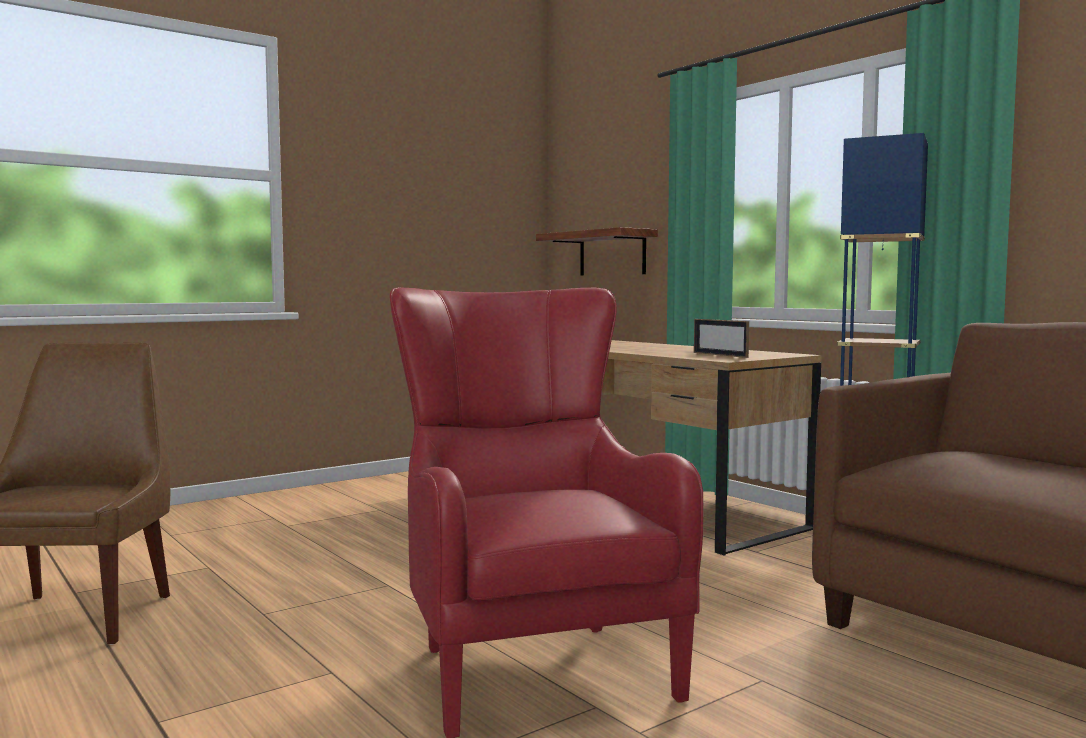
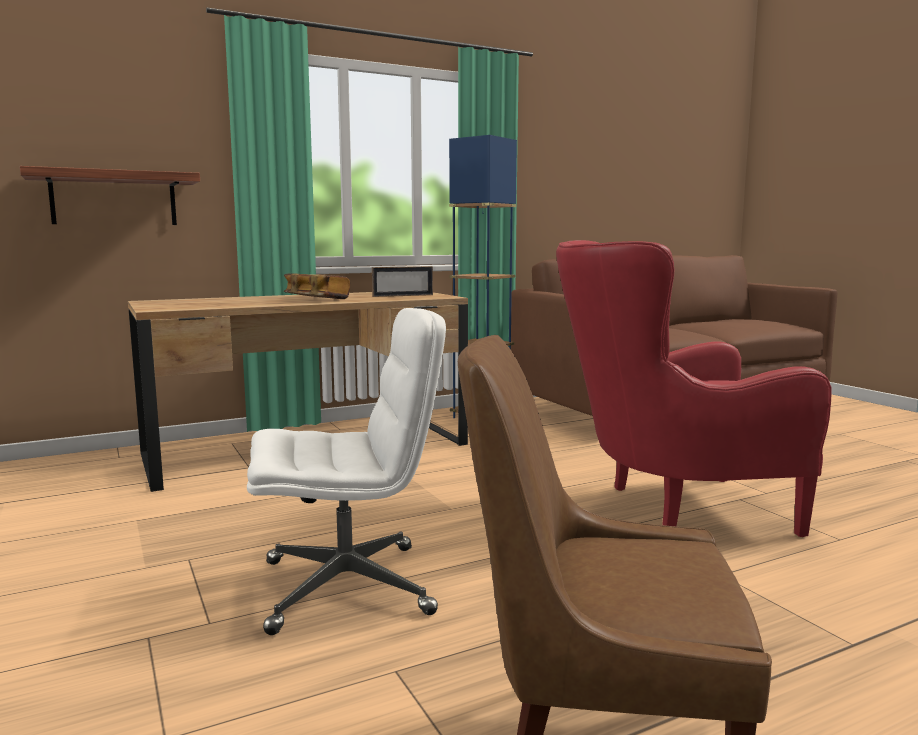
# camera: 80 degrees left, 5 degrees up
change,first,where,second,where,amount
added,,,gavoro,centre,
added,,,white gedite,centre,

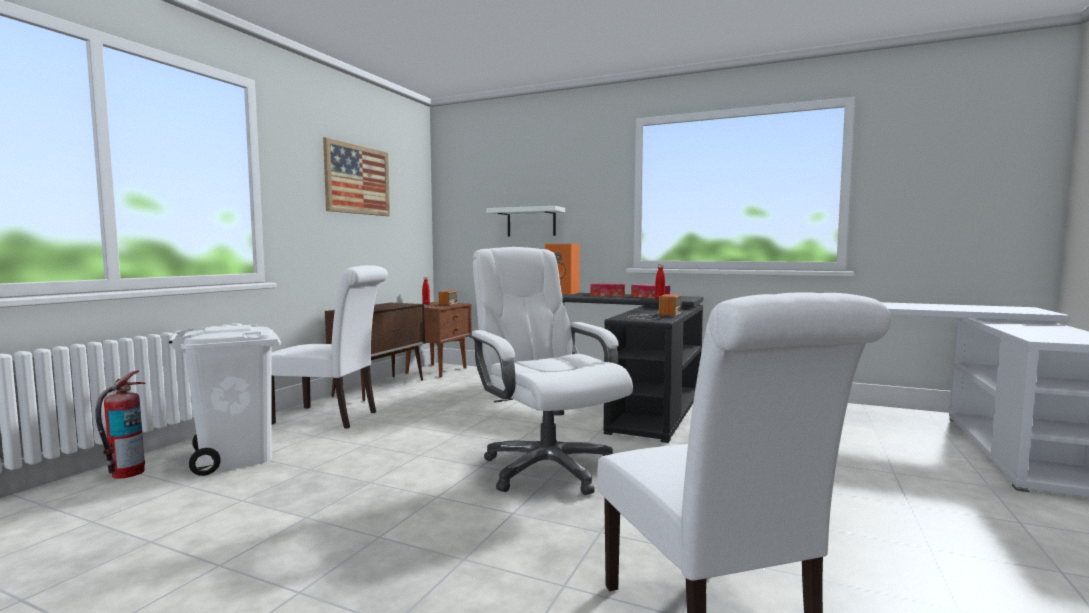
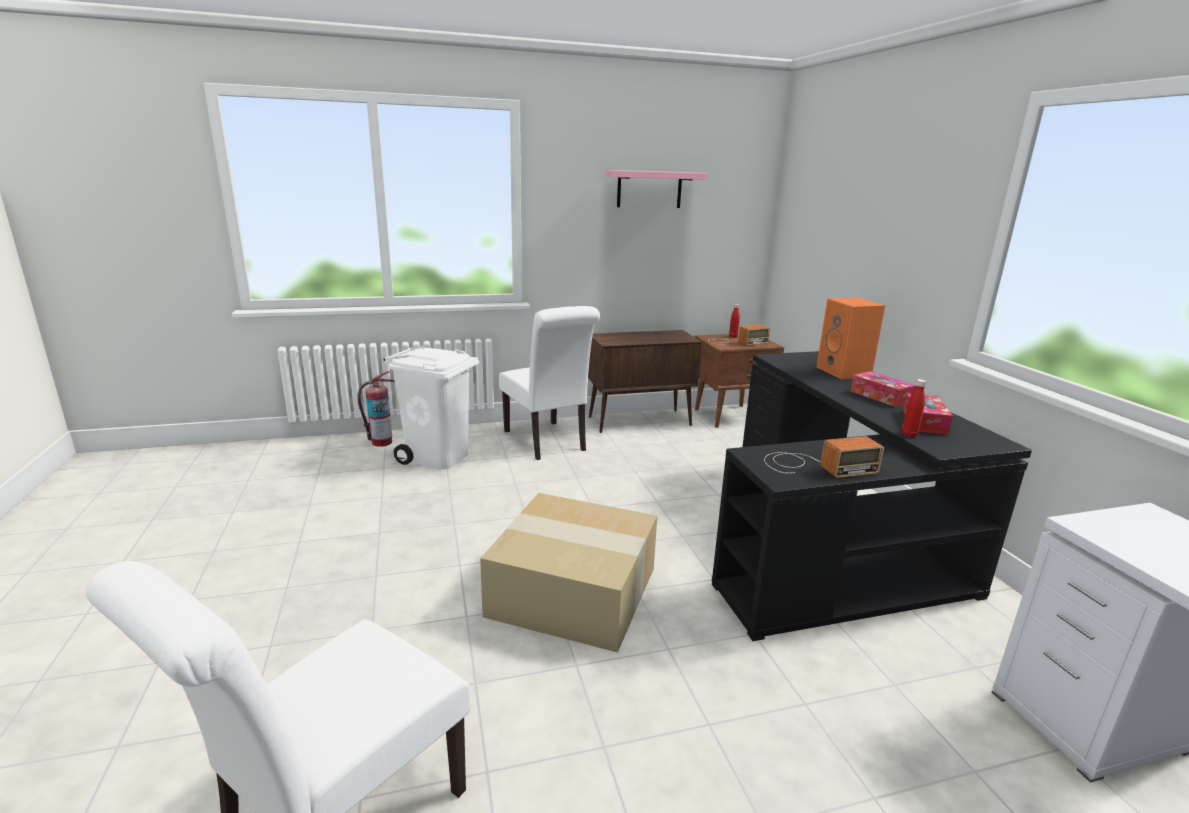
# camera: 50 degrees right, 15 degrees up
change,first,where,second,where,amount
replaced,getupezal,top left,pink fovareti,top centre,
removed,white fovareti,centre,,,
replaced,white gedite,centre,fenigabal,bottom centre,

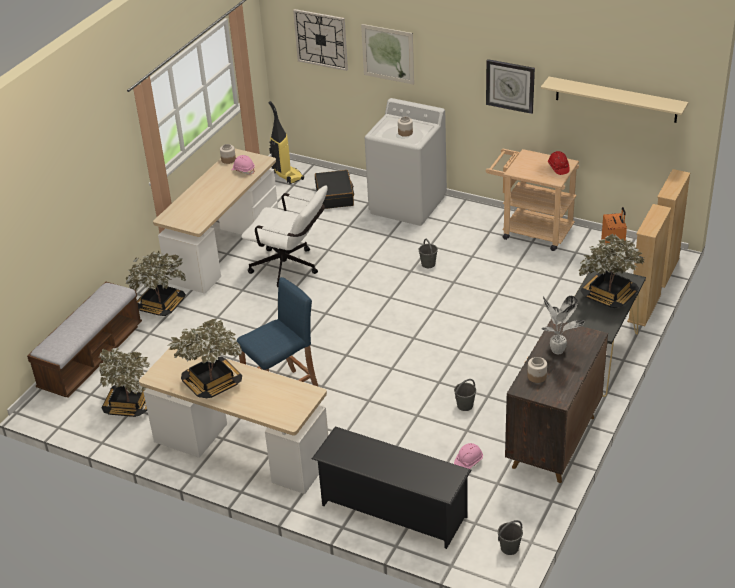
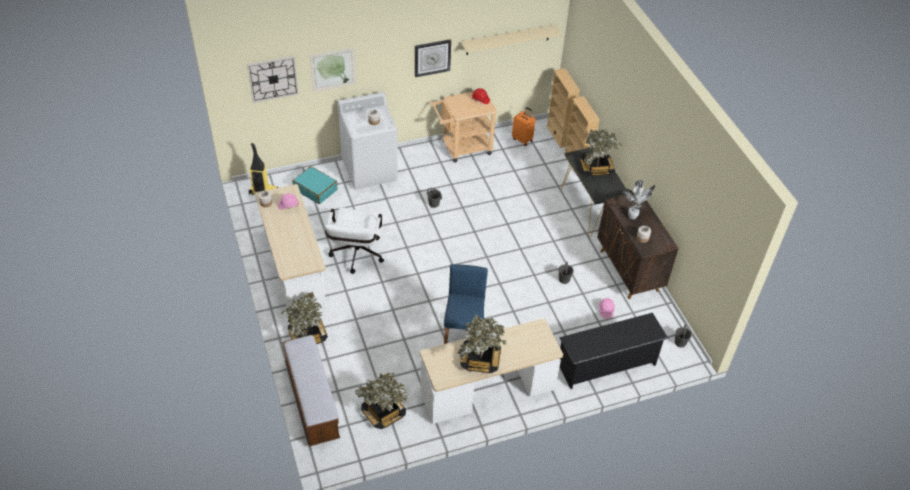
# camera: 50 degrees left, 10 degrees up
change,first,where,second,where,amount
recoloured,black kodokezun,top centre,turquoise kodokezun,centre,
turned,white gedite,centre,,centre,120 degrees clockwise

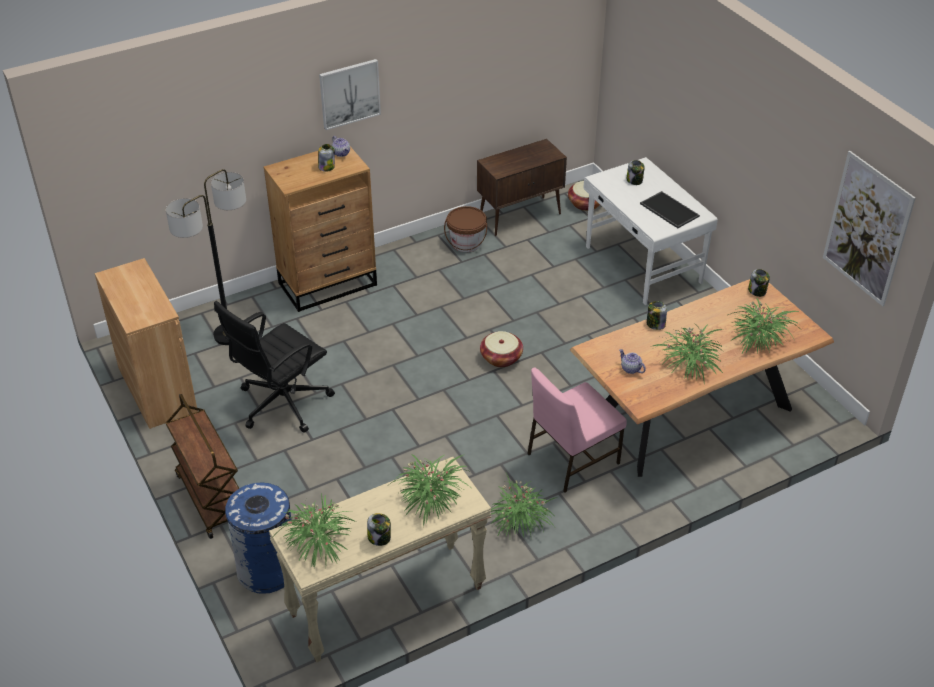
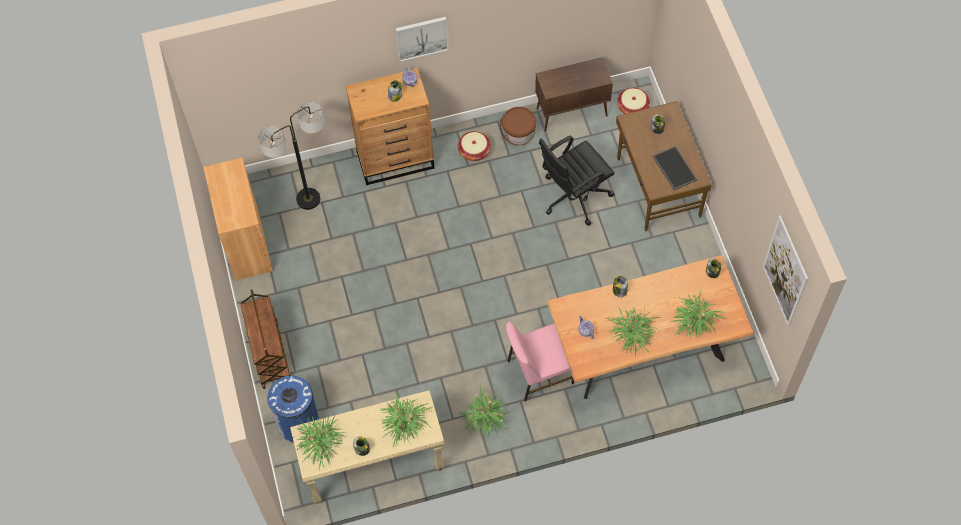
# camera: 15 degrees right, 20 degrees up
change,first,where,second,where,amount
recoloured,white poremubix,middle right,brown poremubix,top right,
moved,black gedite,middle left,,centre,
moved,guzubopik (1st from left),centre,,top centre,

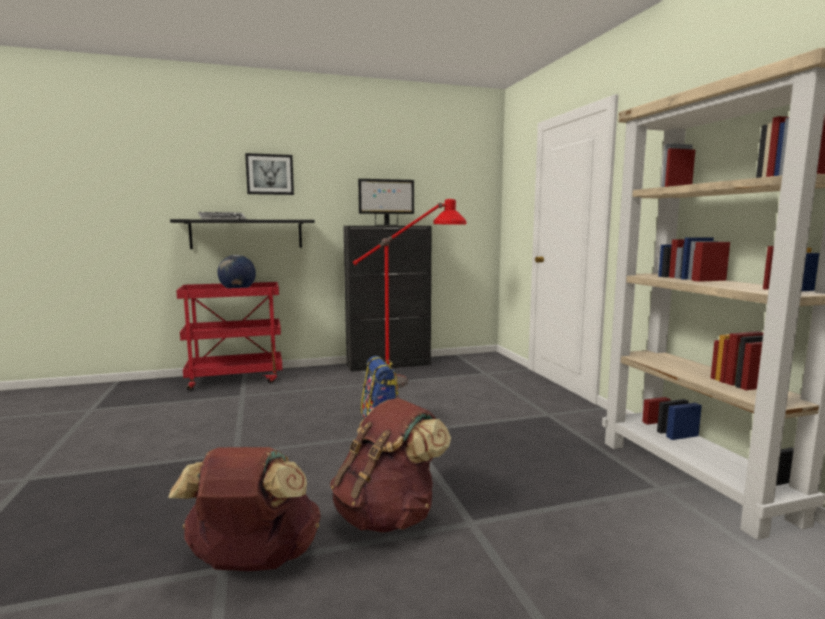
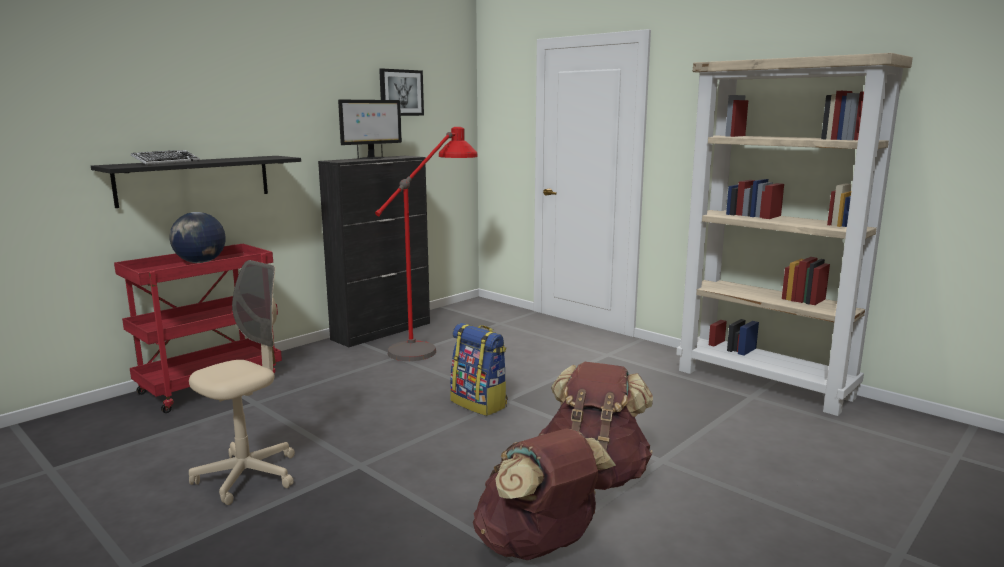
# camera: 30 degrees left, 5 degrees up
change,first,where,second,where,amount
moved,getupezal,top left,,top centre,
added,,,beige gedite,bottom left,

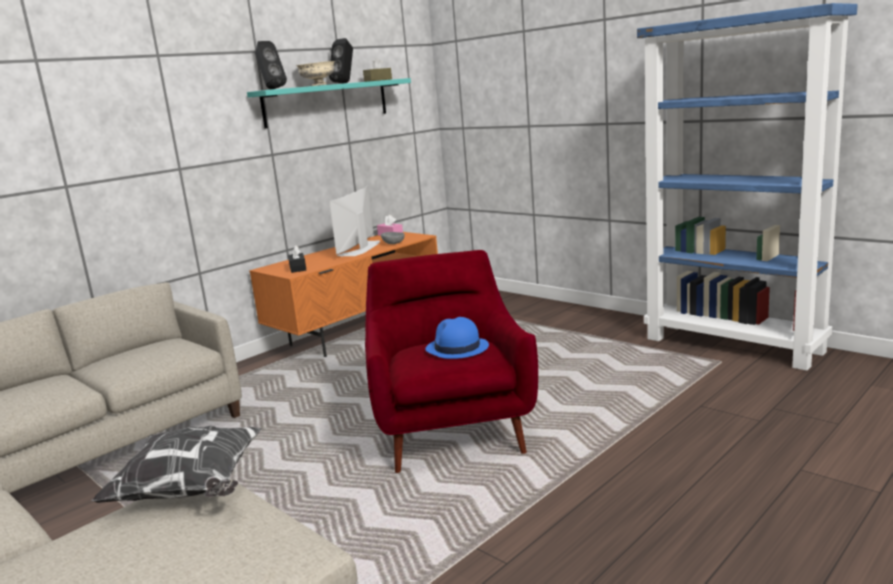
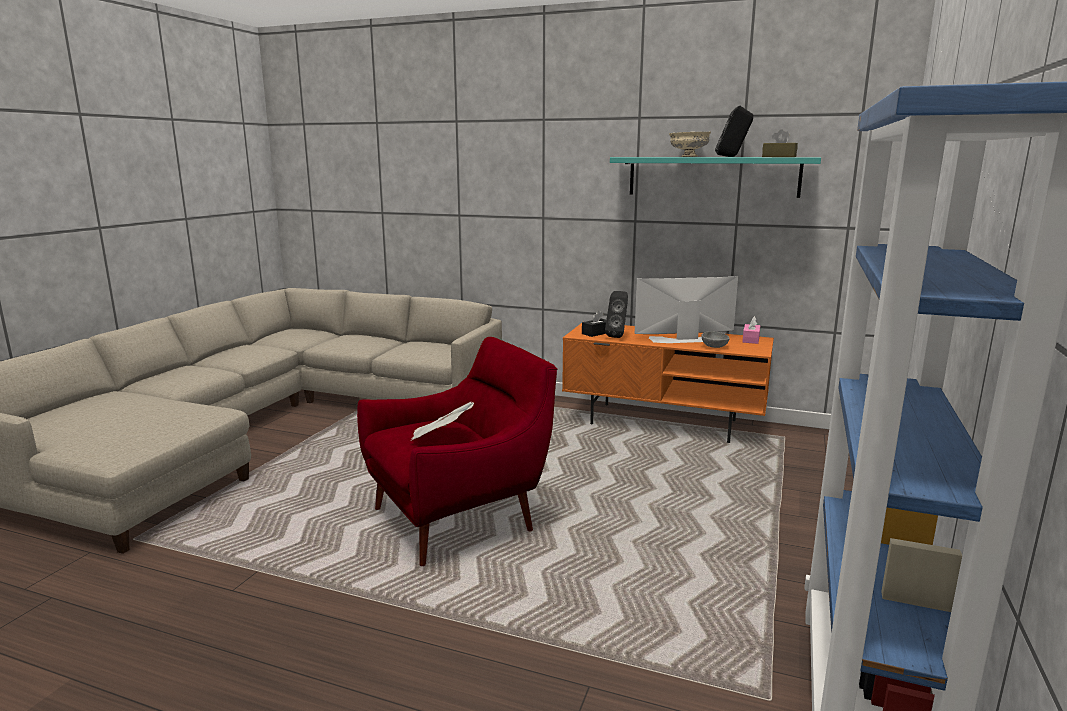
# camera: 65 degrees right, 0 degrees up
change,first,where,second,where,amount
moved,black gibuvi (1st from left),top left,,centre,
replaced,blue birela,centre,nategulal,centre,
removed,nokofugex,bottom left,,,

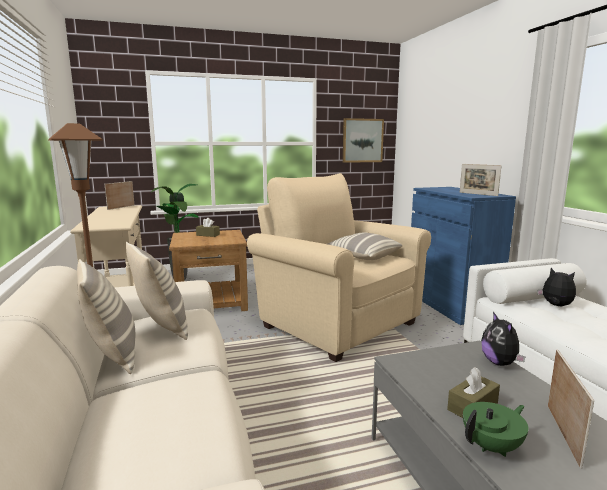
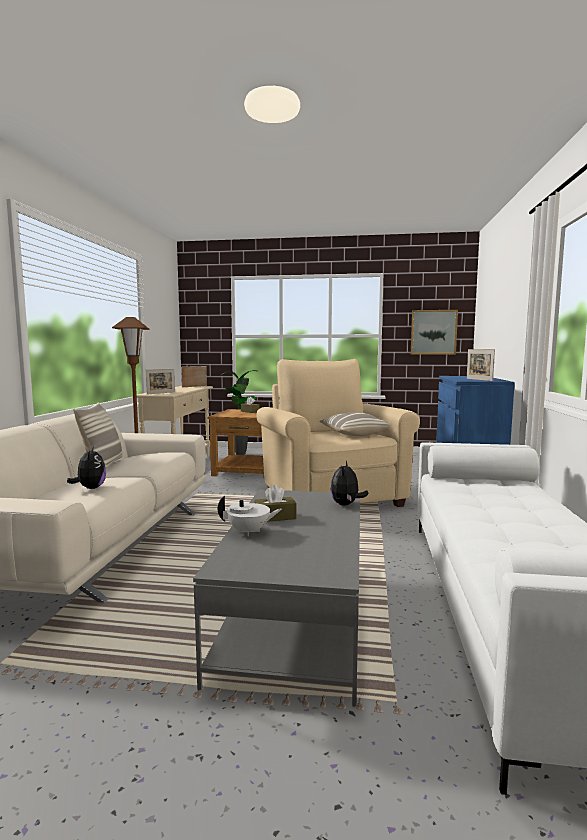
# camera: 25 degrees right, 5 degrees down
change,first,where,second,where,amount
removed,nokofugex (2nd from left),middle left,,,
moved,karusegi (2nd from left in the first image),middle right,karusegi (1st from left),middle left,
moved,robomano (3rd from left in the first image),bottom right,robomano (1st from left),middle left,
recoloured,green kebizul,bottom right,white kebizul,centre,

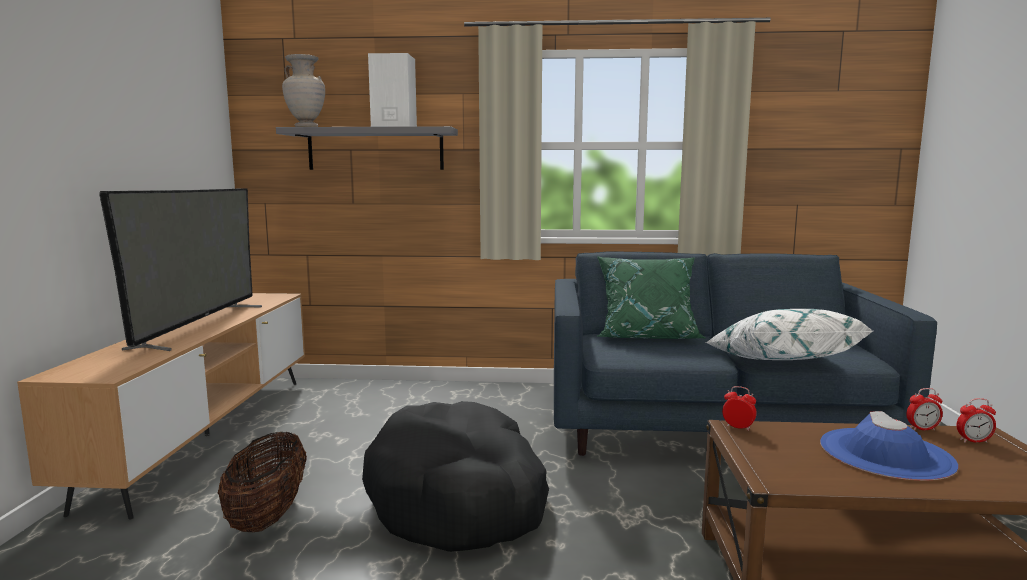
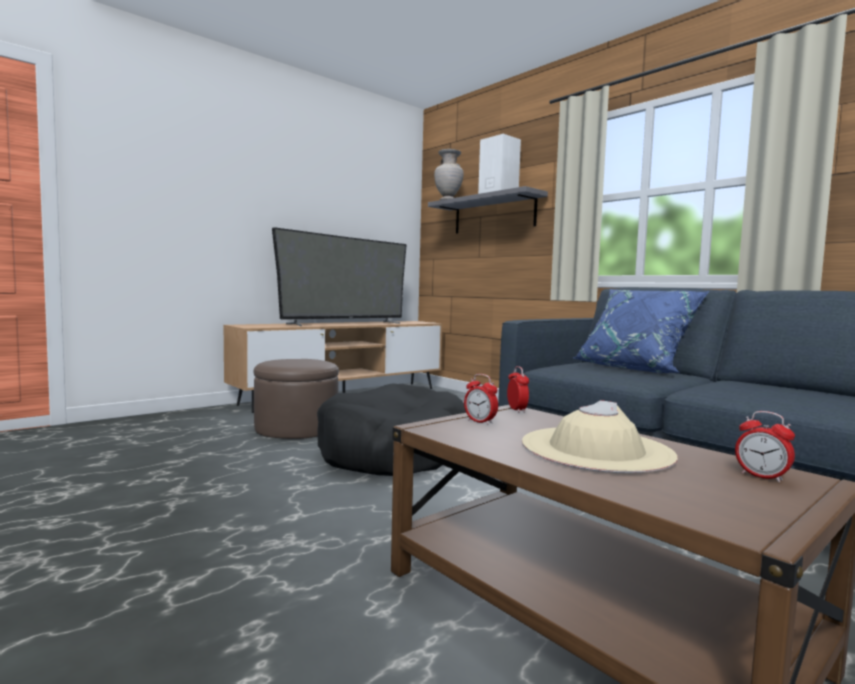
# camera: 45 degrees right, 5 degrees down
change,first,where,second,where,amount
recoloured,green nokofugex,centre,blue nokofugex,middle right,
removed,white nokofugex,middle right,,,
moved,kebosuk (2nd from left in the first image),bottom right,kebosuk (1st from left),centre,
recoloured,blue birela,bottom right,beige birela,middle right,
replaced,guzubopik,bottom left,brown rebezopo,centre,

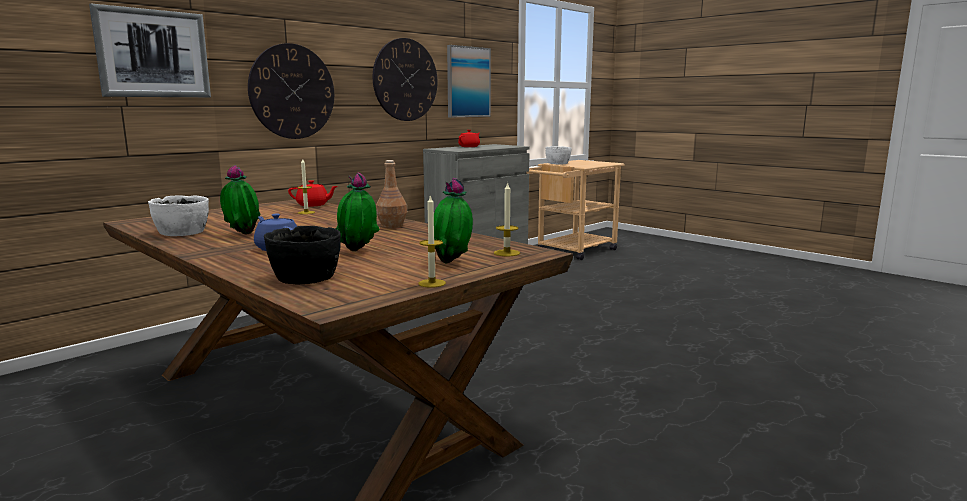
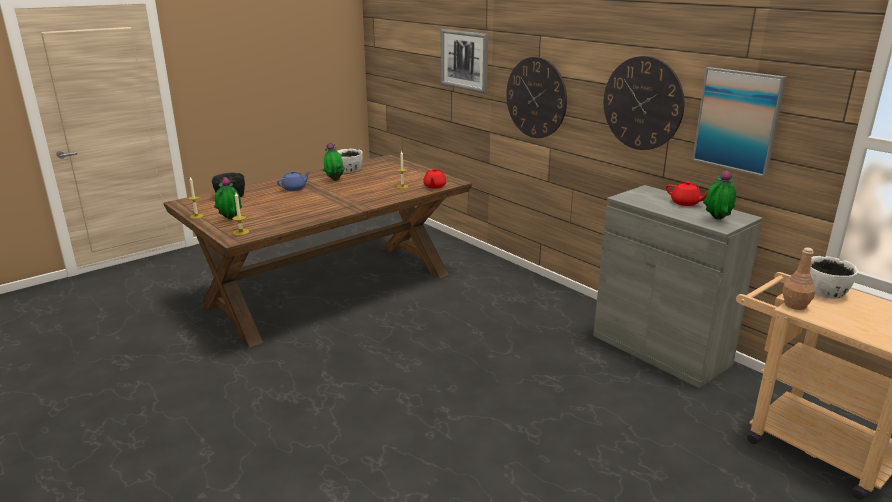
# camera: 95 degrees right, 10 degrees up
change,first,where,second,where,amount
moved,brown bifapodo,centre,,middle right,
moved,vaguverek (2nd from left in the first image),centre,vaguverek (3rd from left),middle right,

